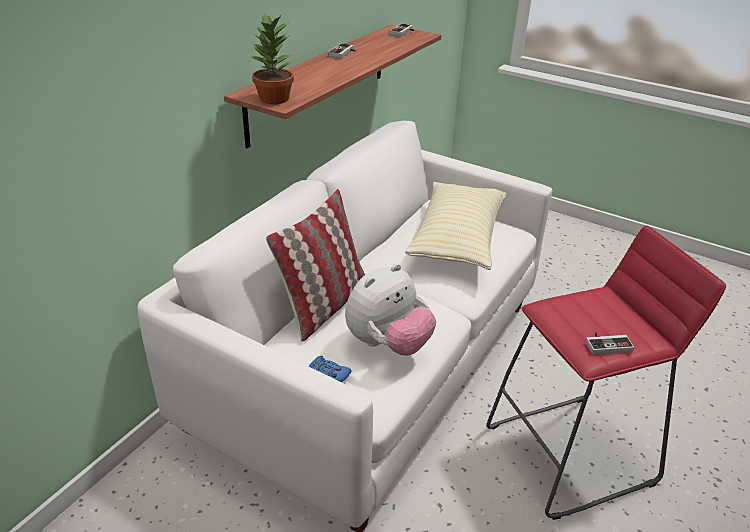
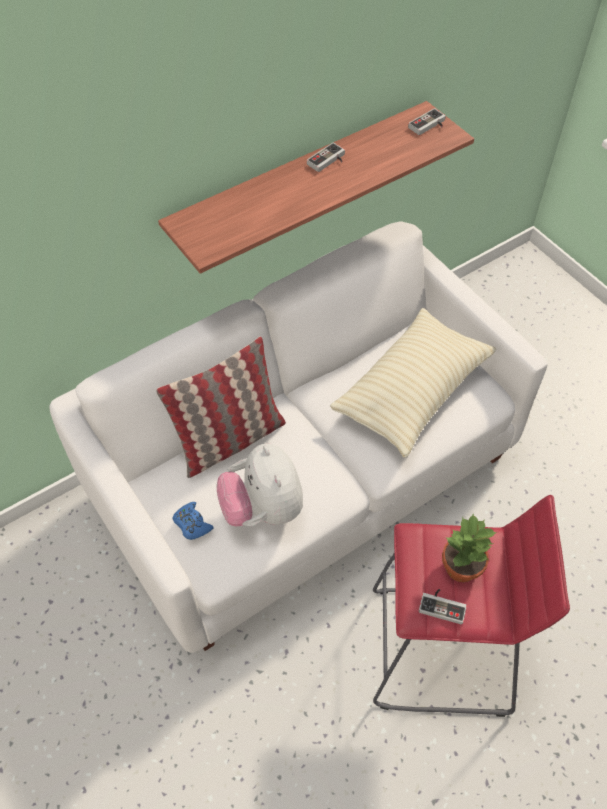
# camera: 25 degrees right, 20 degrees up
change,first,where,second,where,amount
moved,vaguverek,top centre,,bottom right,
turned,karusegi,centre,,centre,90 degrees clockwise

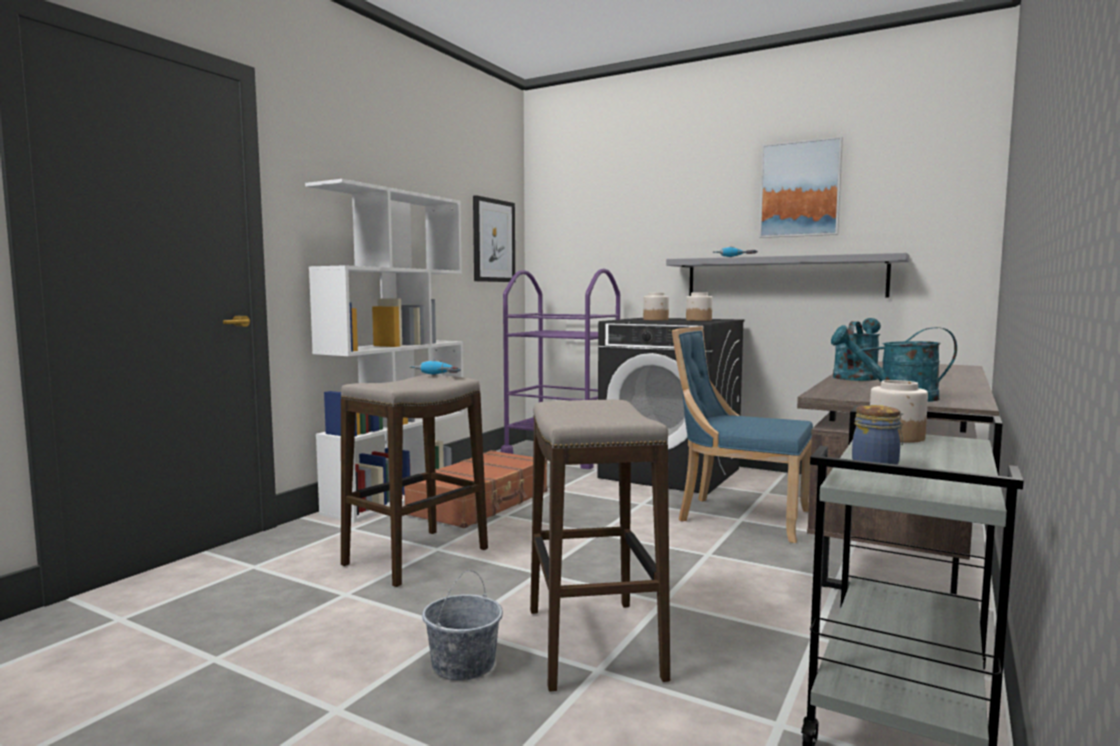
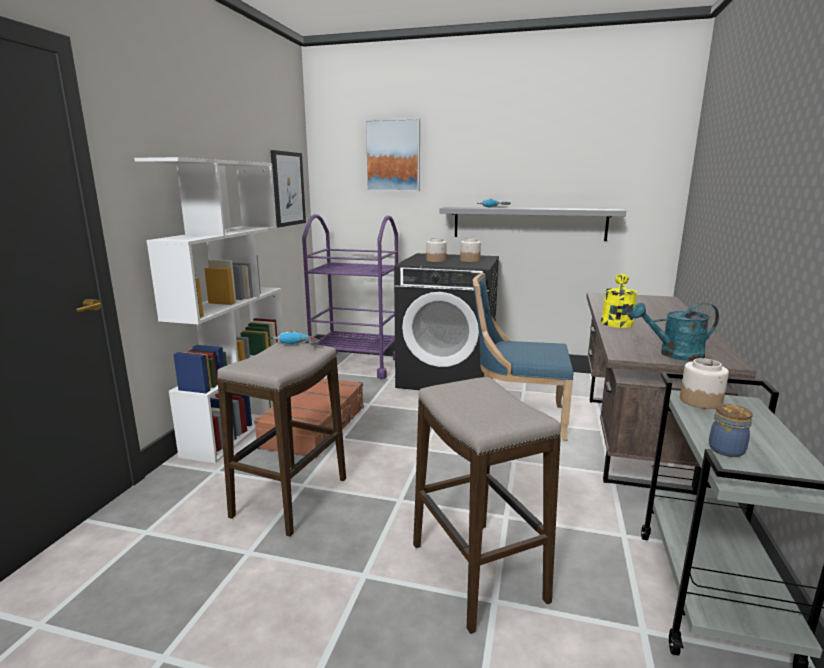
# camera: 15 degrees left, 10 degrees up
change,first,where,second,where,amount
moved,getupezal (2nd from left),top right,,top centre,
recoloured,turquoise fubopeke (1st from left),middle right,yellow fubopeke,middle right,
removed,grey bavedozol,bottom centre,,,

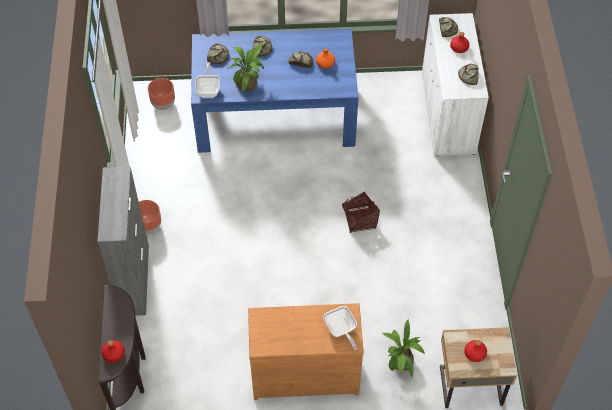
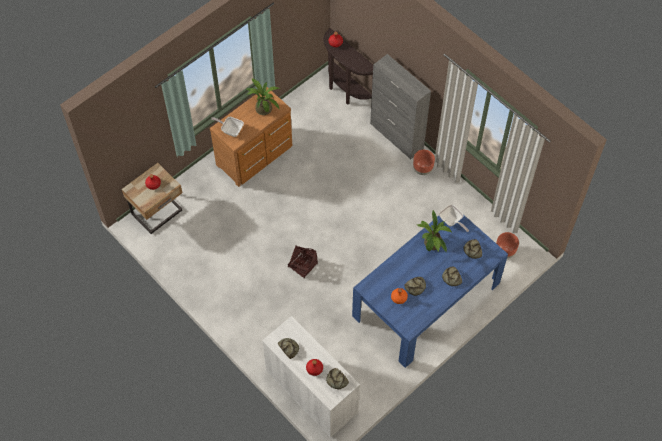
# camera: 140 degrees right, 5 degrees up
change,first,where,second,where,amount
moved,vaguverek (2nd from left in the first image),bottom centre,vaguverek (1st from left),top centre,

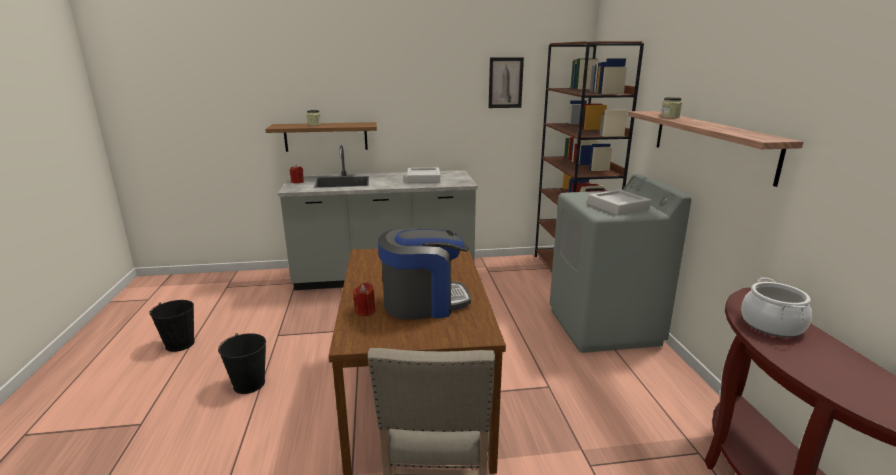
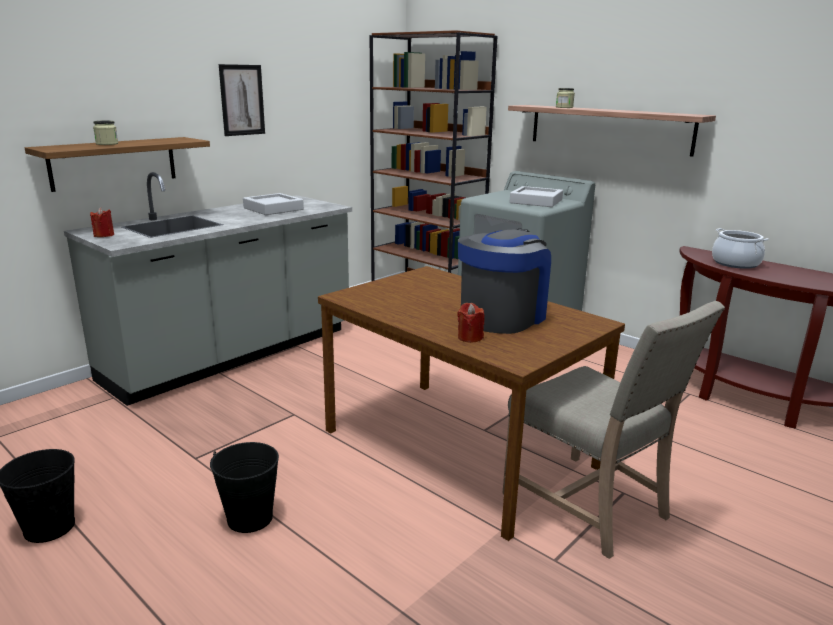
# camera: 40 degrees left, 0 degrees up
change,first,where,second,where,amount
moved,getupezal,top centre,,top left,

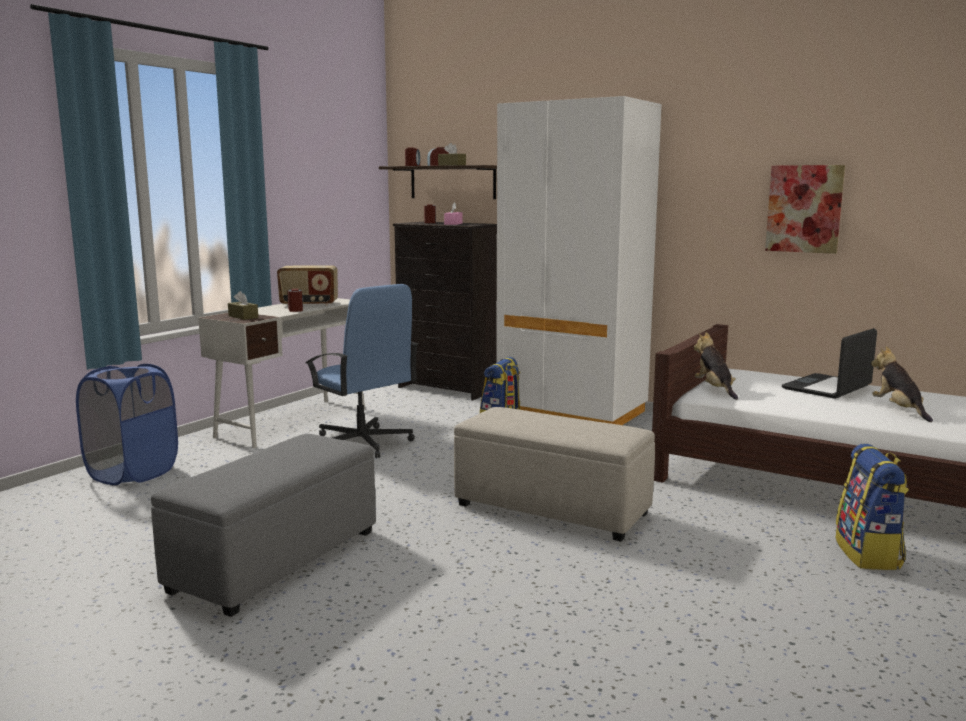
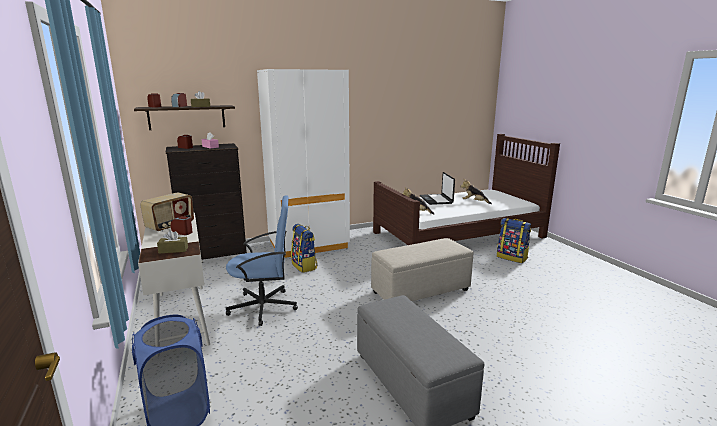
# camera: 55 degrees left, 5 degrees up
change,first,where,second,where,amount
removed,getupezal,top right,,,

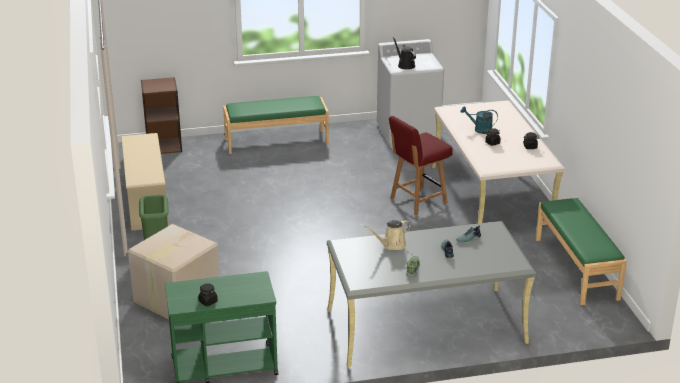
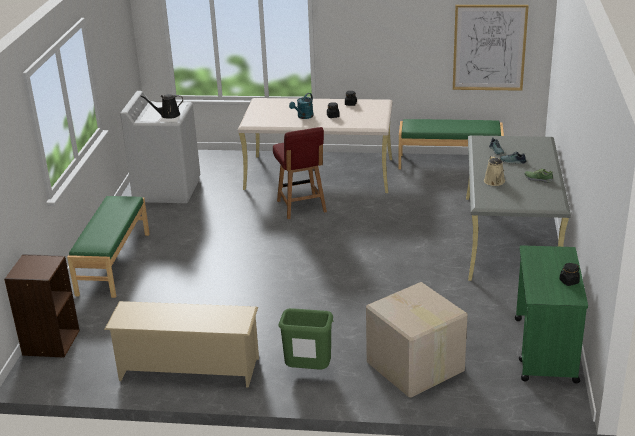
# camera: 70 degrees left, 0 degrees up
change,first,where,second,where,amount
added,,,getupezal,top right,

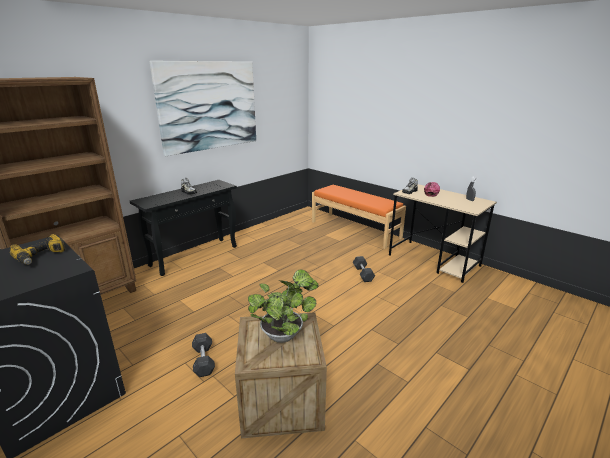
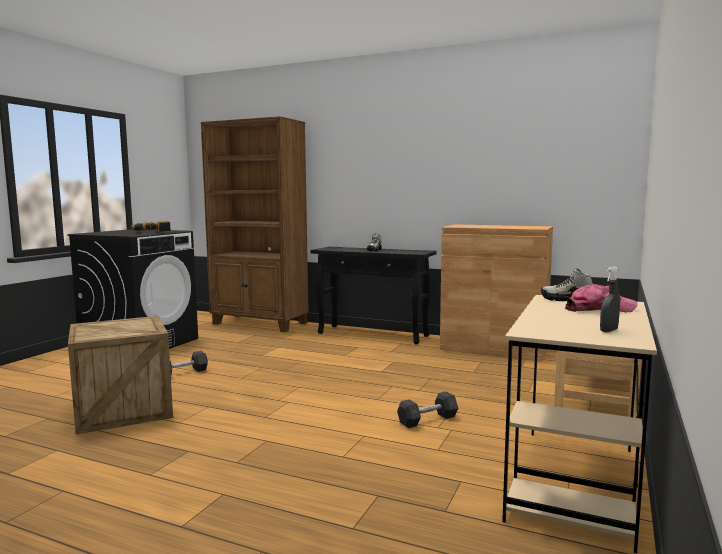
# camera: 70 degrees right, 15 degrees down
change,first,where,second,where,amount
removed,getupezal,top left,,,
removed,vaguverek,bottom centre,,,
added,,,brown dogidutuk,middle right,

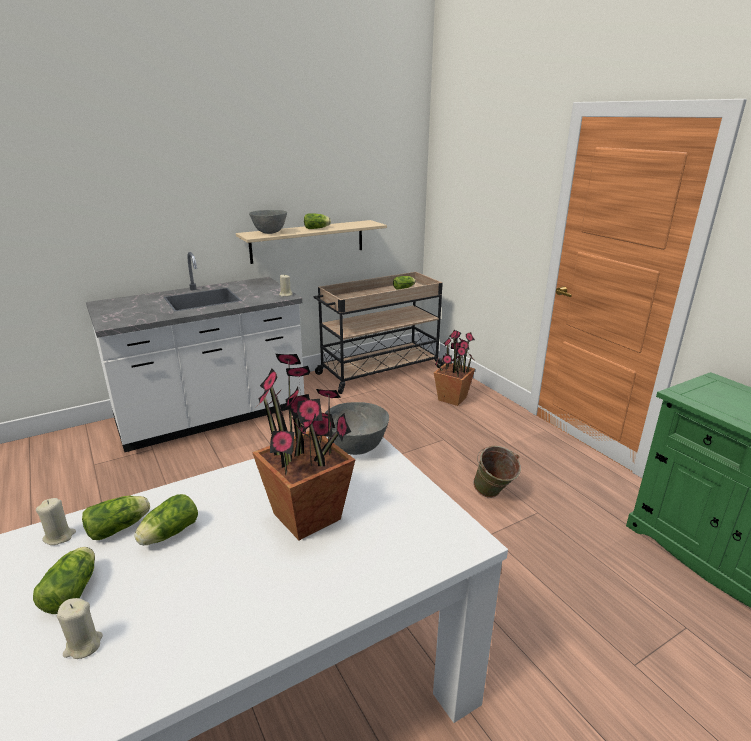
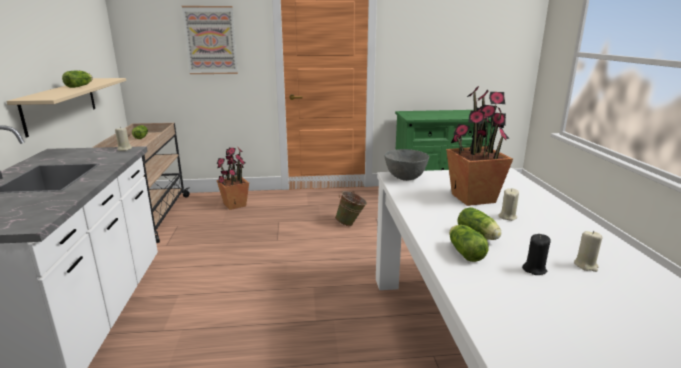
# camera: 65 degrees left, 5 degrees down
change,first,where,second,where,amount
removed,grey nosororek (1st from left),top centre,,,
moved,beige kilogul (1st from left in the first image),bottom left,beige kilogul (2nd from left),middle right,
replaced,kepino (1st from left),bottom left,black kilogul,bottom right,
added,,,getupezal,top left,

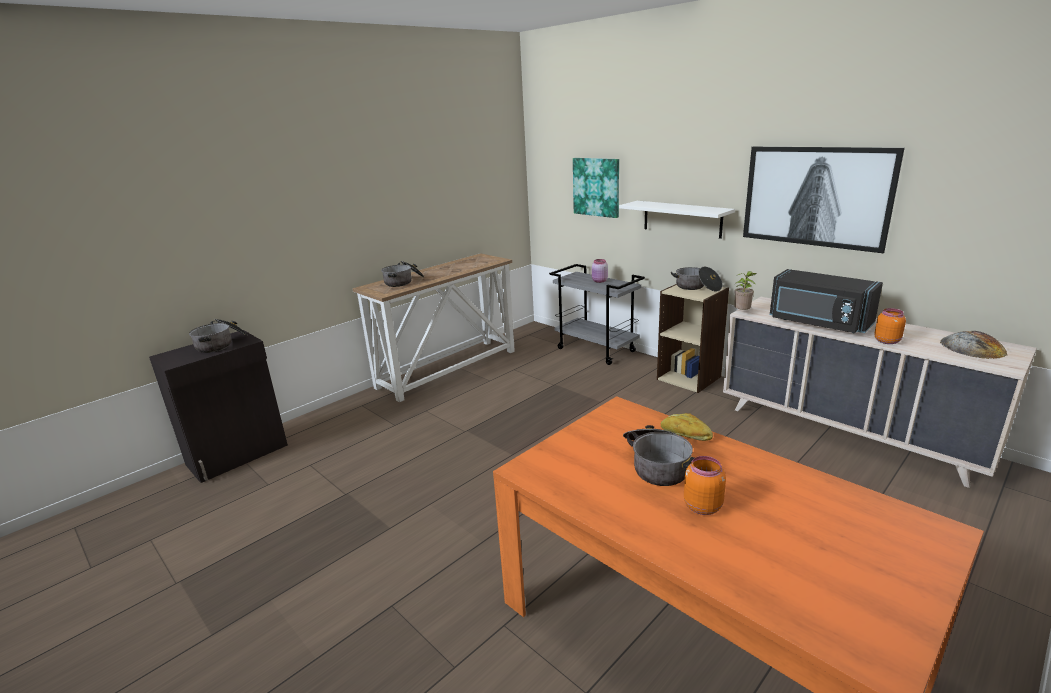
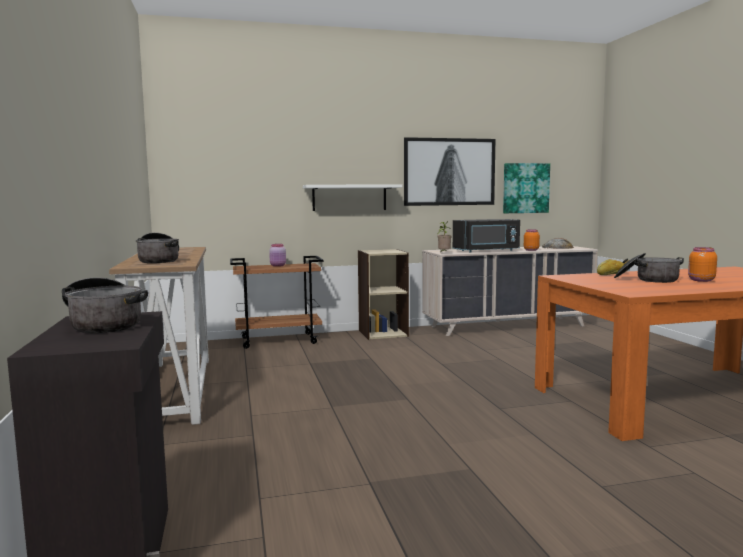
# camera: 60 degrees left, 15 degrees down
change,first,where,second,where,amount
moved,getupezal (1st from left in the first image),top centre,getupezal (2nd from left),middle right,
recoloured,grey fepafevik,centre,brown fepafevik,centre,
removed,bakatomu (4th from left),centre,,,

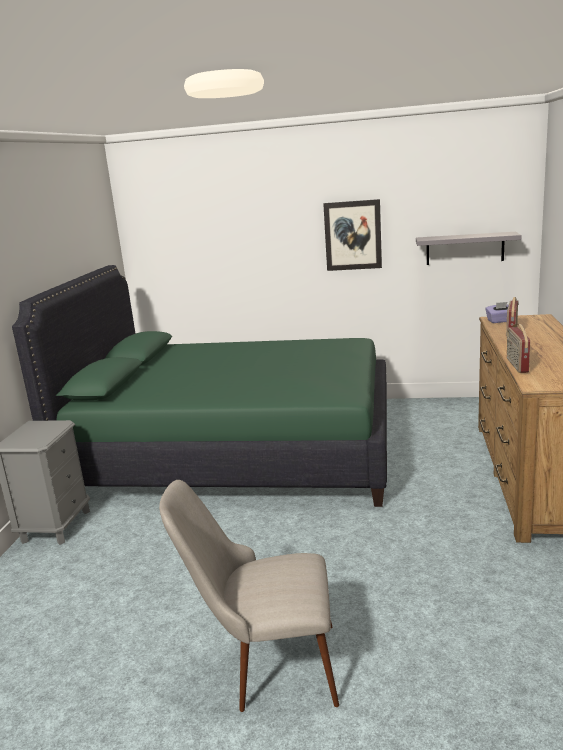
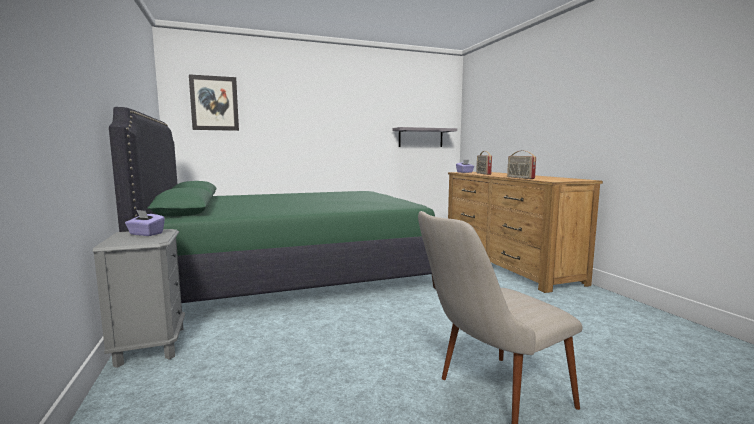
# camera: 30 degrees left, 10 degrees down
change,first,where,second,where,amount
moved,getupezal,top centre,,top left,
added,,,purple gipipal (1st from left),middle left,

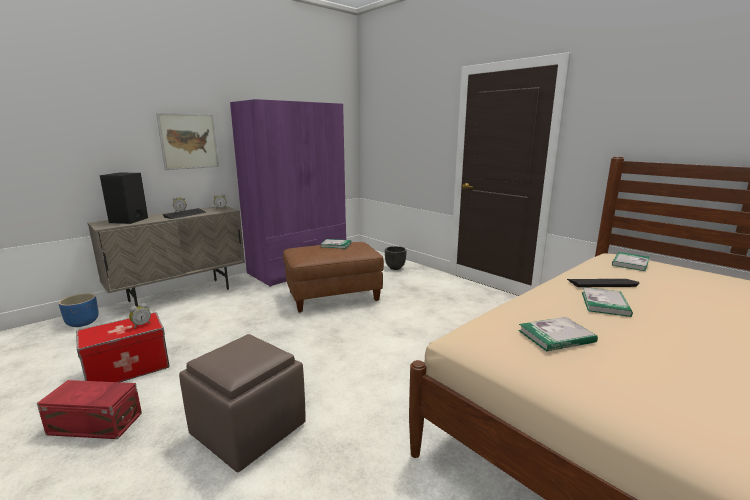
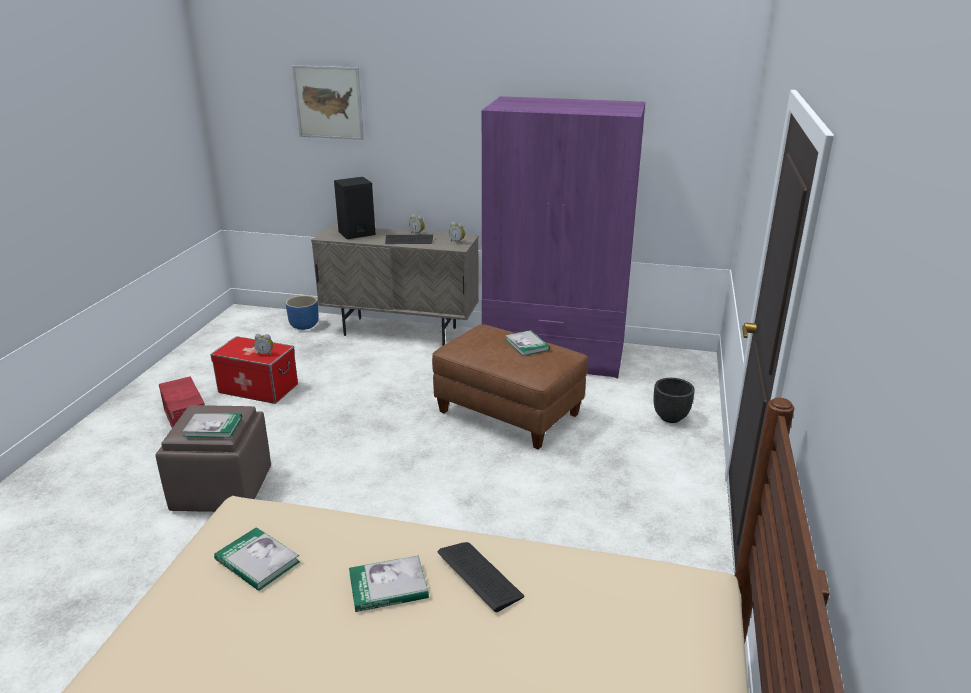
# camera: 55 degrees right, 10 degrees up
change,first,where,second,where,amount
moved,getupezal,top left,,top centre,
moved,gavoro (4th from left in the first image),middle right,gavoro (1st from left),middle left,

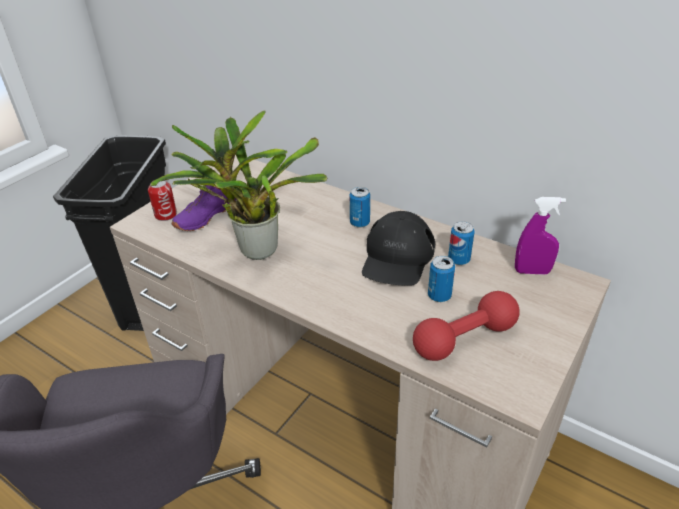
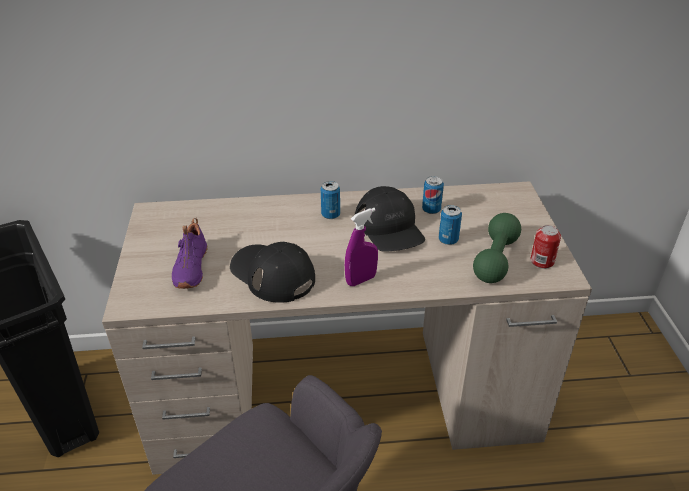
# camera: 40 degrees left, 0 degrees up
change,first,where,second,where,amount
replaced,vaguverek,centre,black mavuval (1st from left),centre,
moved,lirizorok (1st from left in the first image),middle left,lirizorok (4th from left),middle right,
moved,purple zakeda,middle right,,centre,
recoloured,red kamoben,middle right,green kamoben,middle right,

